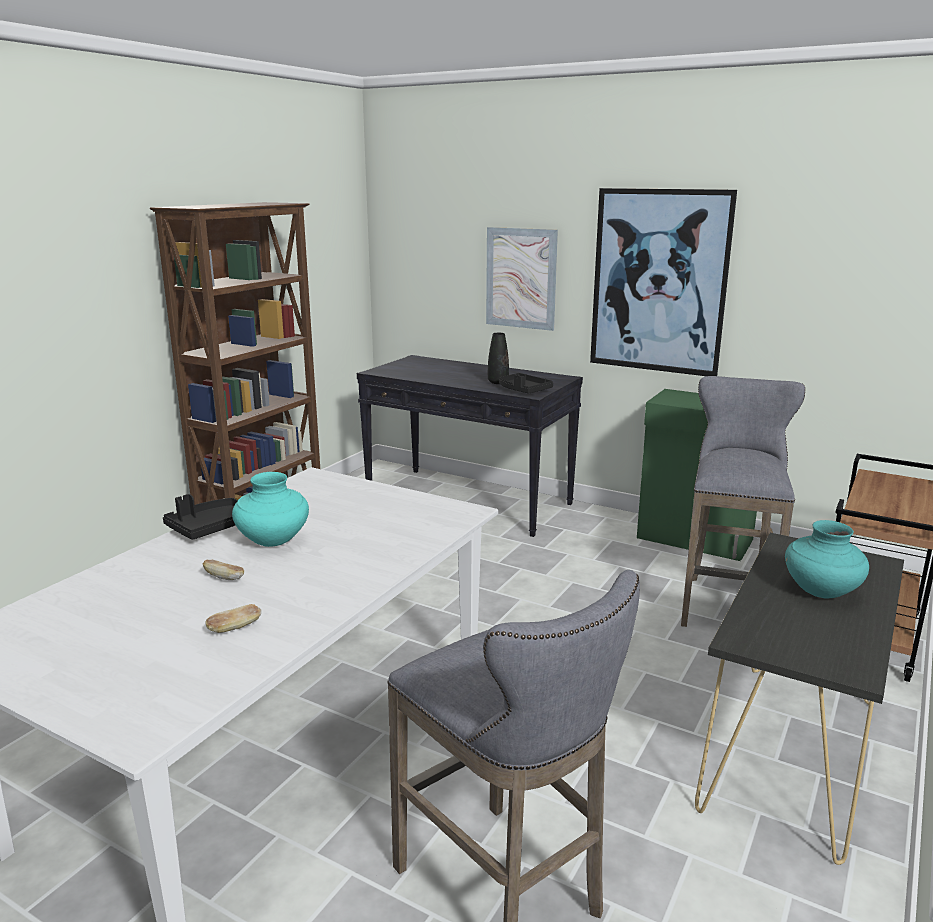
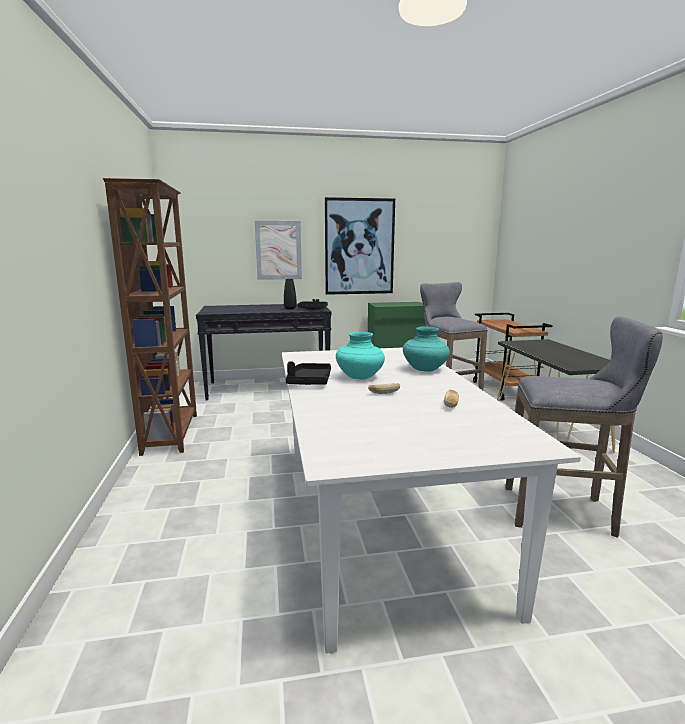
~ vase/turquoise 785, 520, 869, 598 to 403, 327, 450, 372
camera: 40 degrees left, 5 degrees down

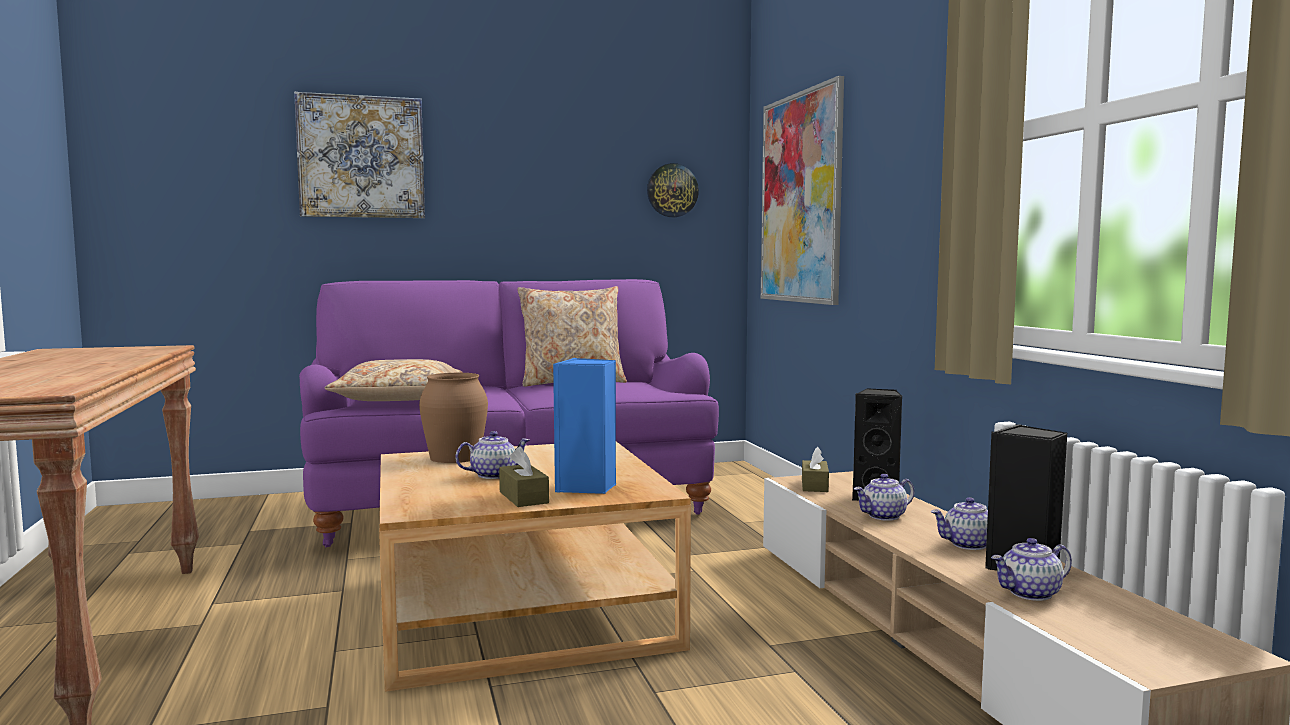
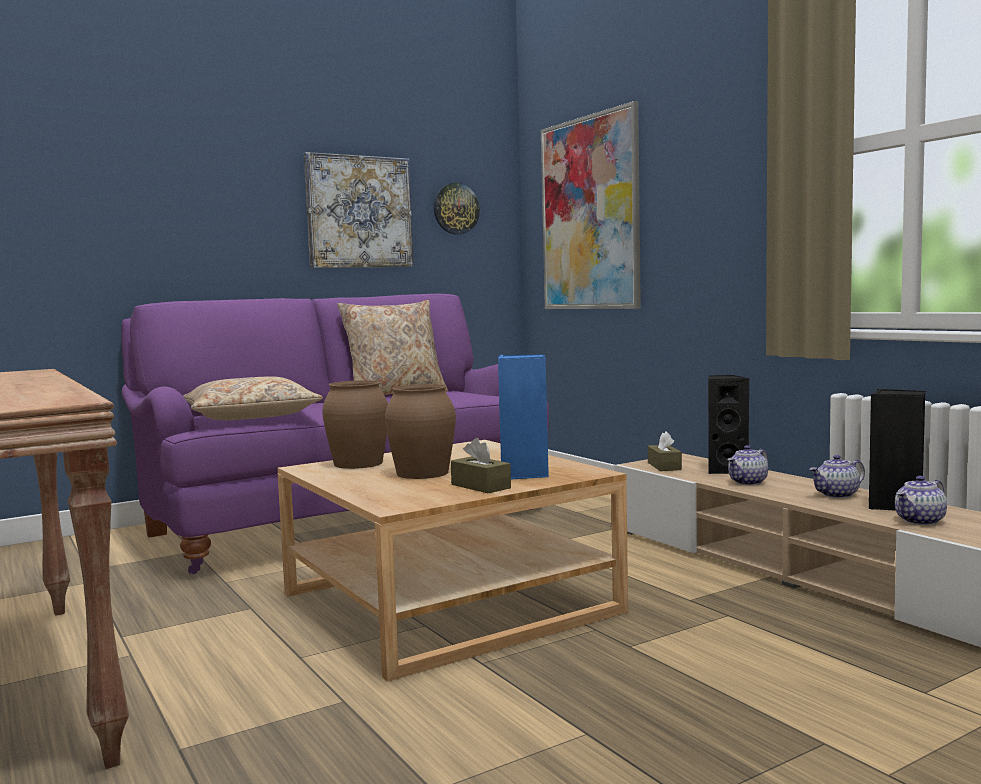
~ picture 294, 92, 425, 218 to 304, 152, 414, 268
~ teapot 455, 431, 530, 479 to vase/brown 385, 384, 456, 479
camera: 15 degrees left, 0 degrees up

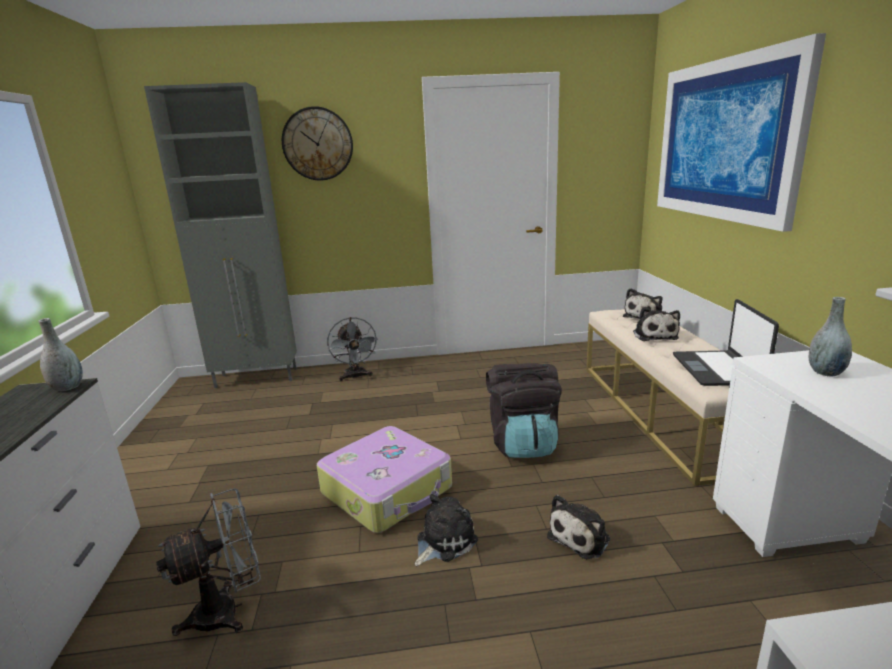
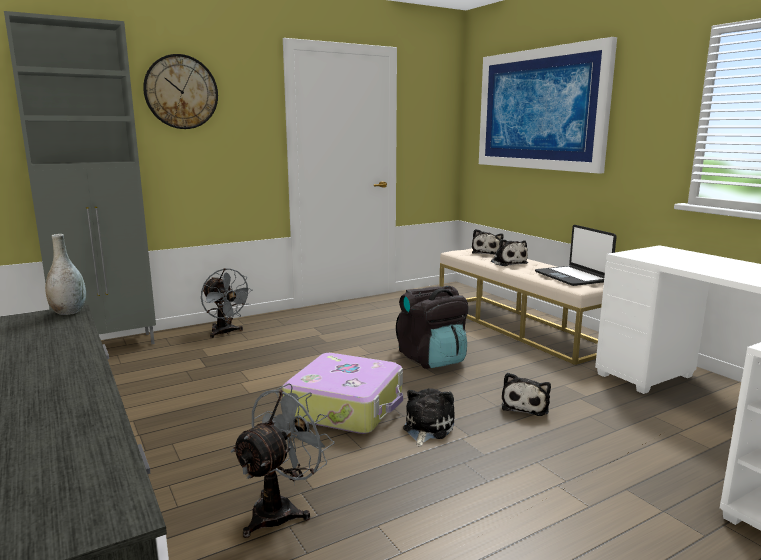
- vase/grey 809, 297, 852, 377
camera: 25 degrees left, 5 degrees down

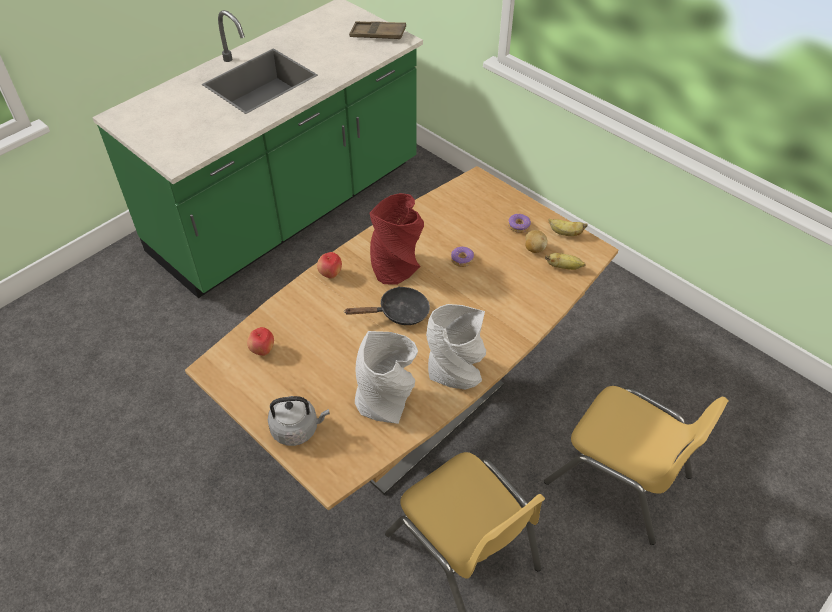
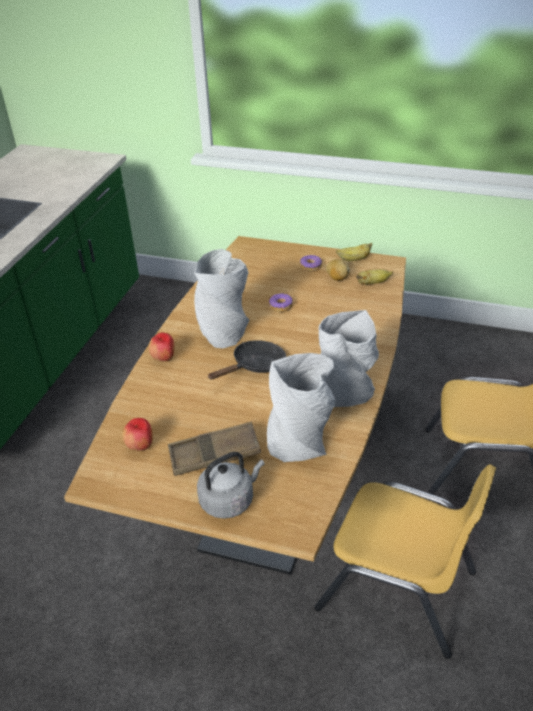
~ tray/brown 349, 21, 406, 39 to 168, 422, 261, 476
~ vase/red 370, 193, 424, 285 to vase/grey 194, 249, 249, 348
camera: 25 degrees left, 10 degrees down

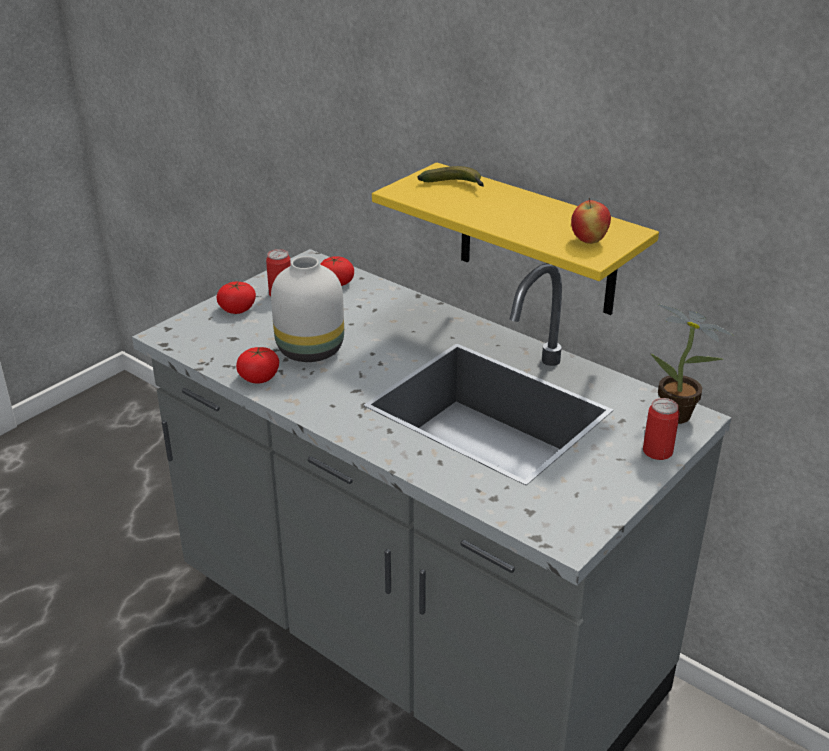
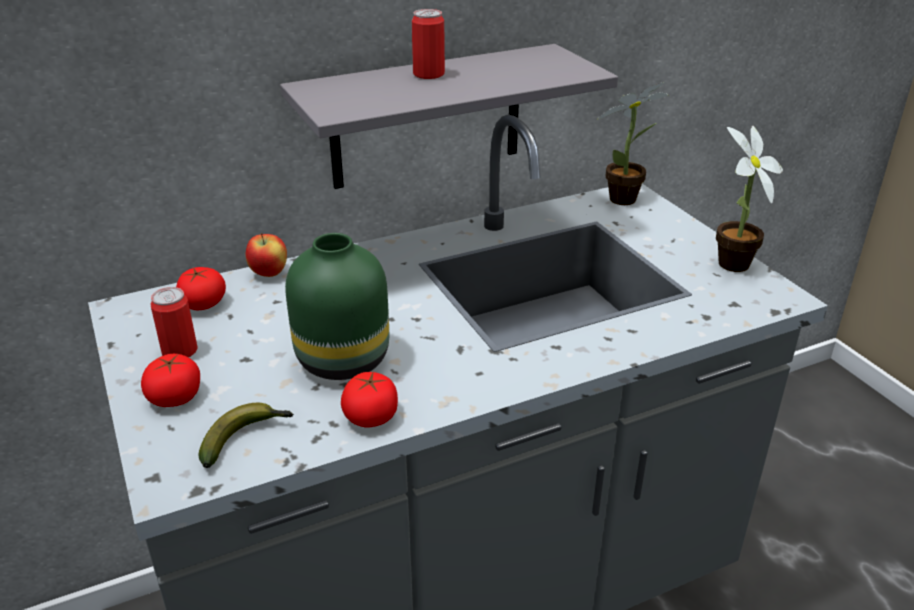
~ vase/white 271, 256, 344, 362 to vase/green 285, 233, 389, 380
~ shelf/yellow 372, 163, 659, 315 to shelf/grey 280, 44, 618, 189
~ banana 417, 166, 484, 187 to 198, 403, 294, 468
~ apple 571, 198, 611, 244 to 246, 233, 287, 277
~ can 643, 398, 680, 460 to 412, 9, 445, 79
+ potted plant 716, 125, 783, 272
camera: 65 degrees left, 0 degrees up

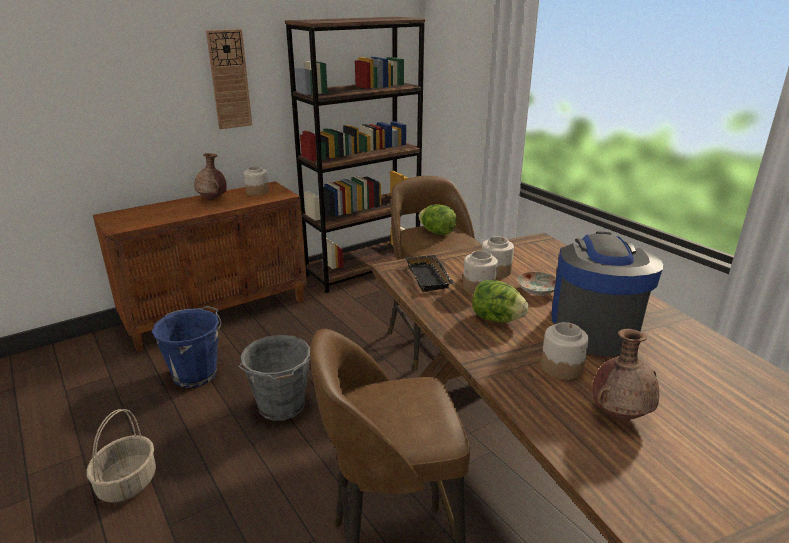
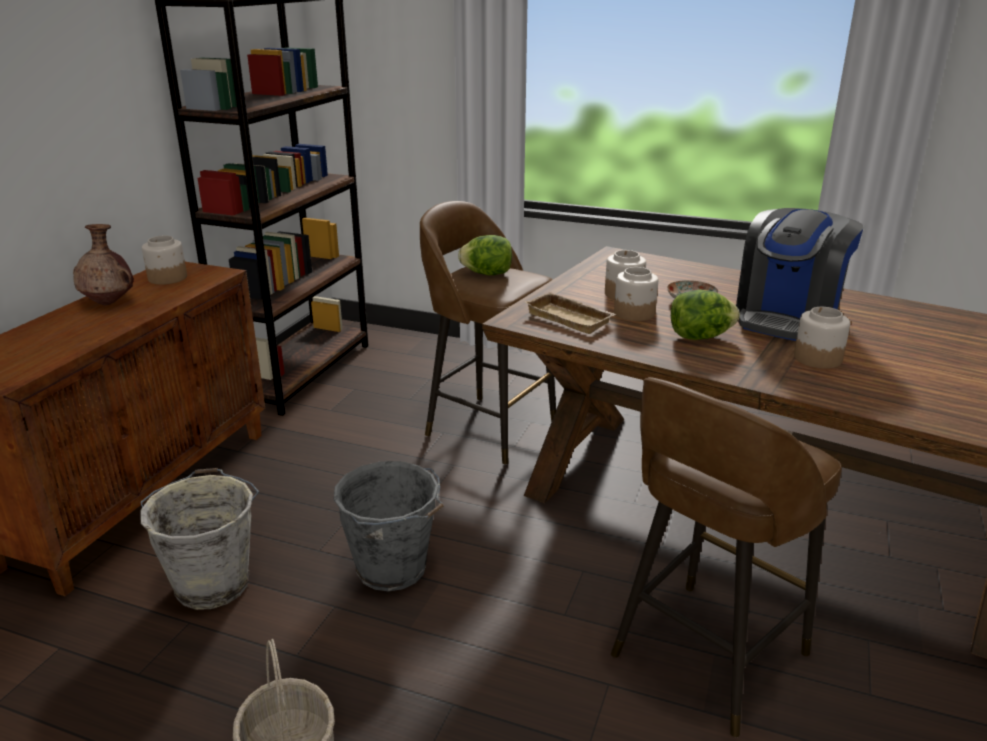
~ bucket/blue 152, 306, 222, 388 to bucket/grey 140, 468, 259, 610
- wall clock 206, 29, 252, 129
~ tray/black 405, 255, 454, 292 to tray/beige 525, 292, 616, 334
~ coffee machine 551, 231, 663, 356 = 736, 208, 864, 341 120 degrees counterclockwise
- vase/brown 592, 329, 659, 420
camera: 35 degrees left, 0 degrees up

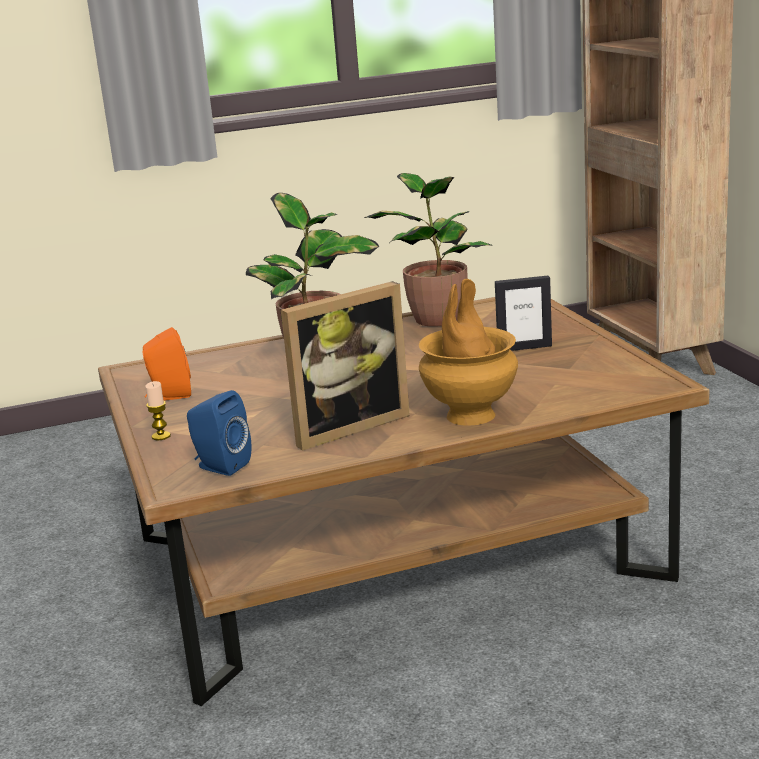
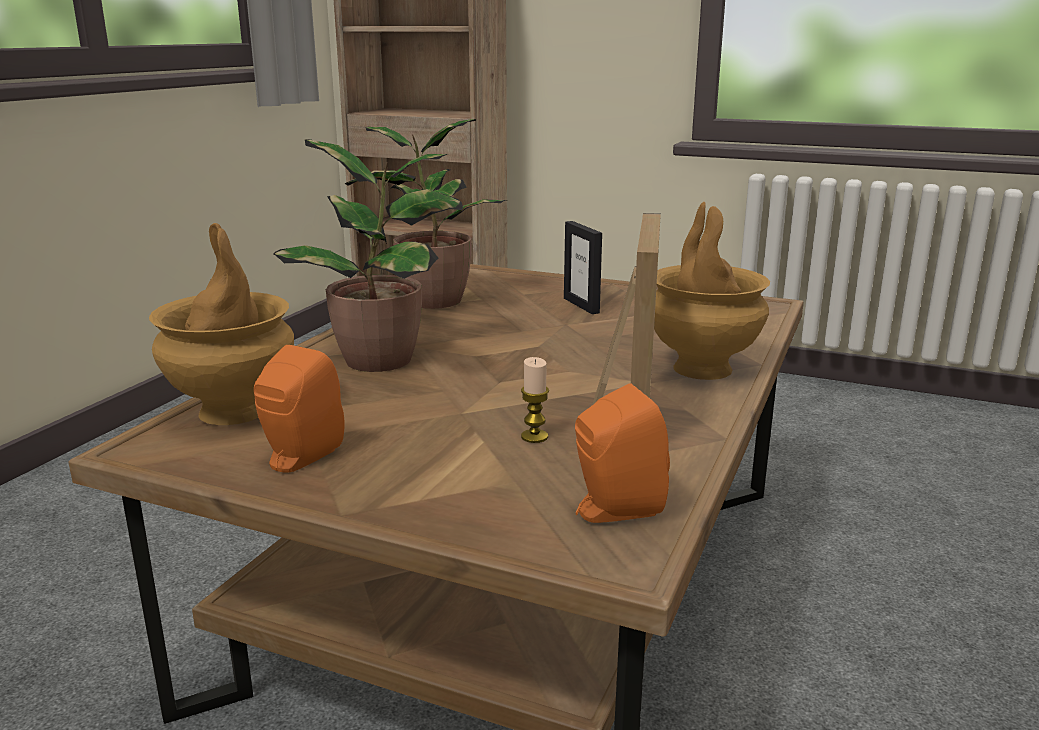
~ candle 145, 381, 171, 440 to 521, 357, 549, 443
~ speaker/blue 187, 390, 251, 476 to speaker/orange 575, 383, 670, 523
~ picture frame 495, 276, 552, 351 = 564, 221, 602, 314 120 degrees clockwise
+ vase/brown 149, 223, 294, 425
camera: 50 degrees left, 0 degrees up

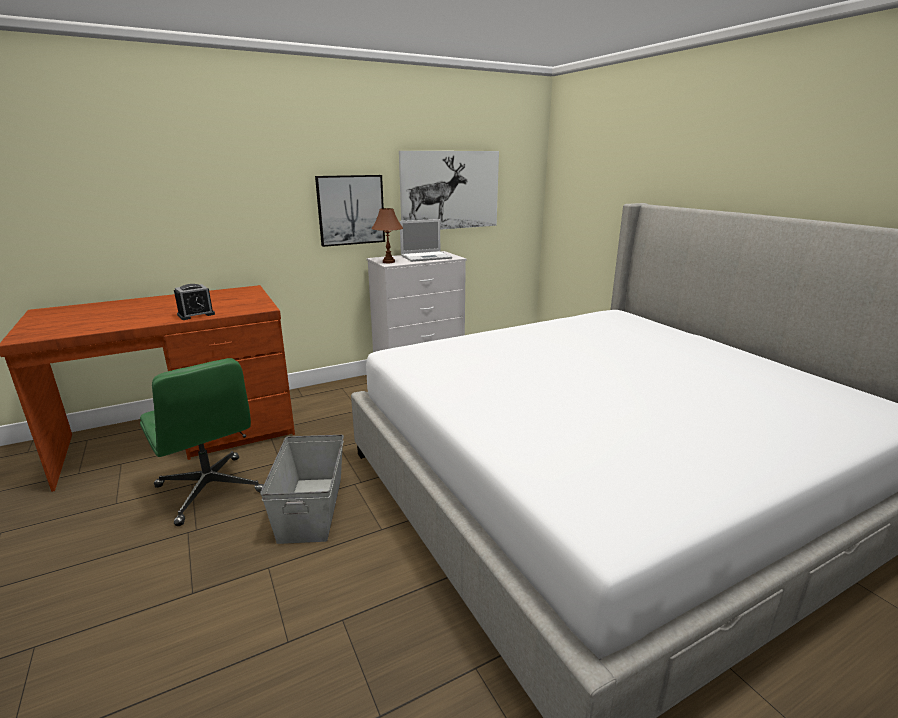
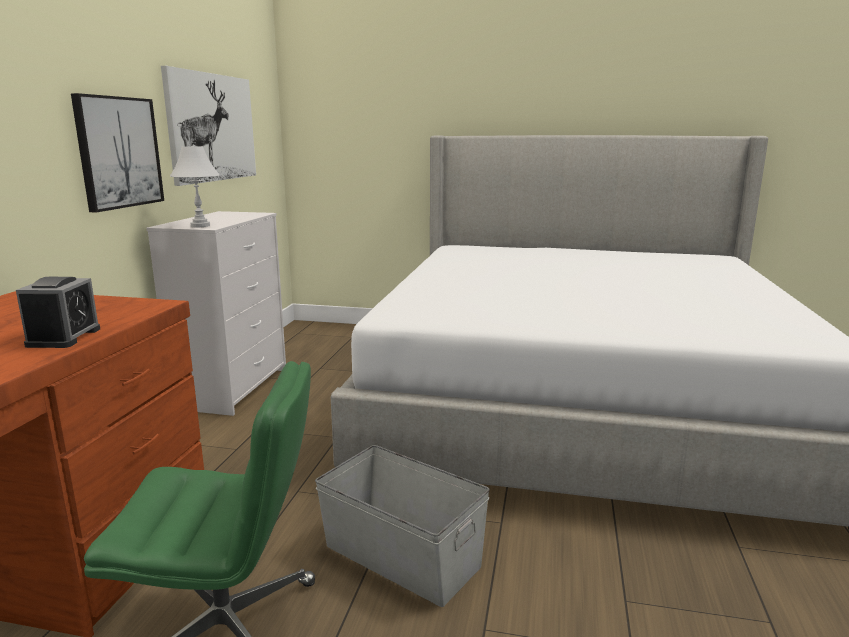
~ table lamp/brown 371, 208, 403, 263 to table lamp/white 170, 146, 220, 227
- laptop 400, 219, 452, 262
camera: 50 degrees left, 5 degrees down

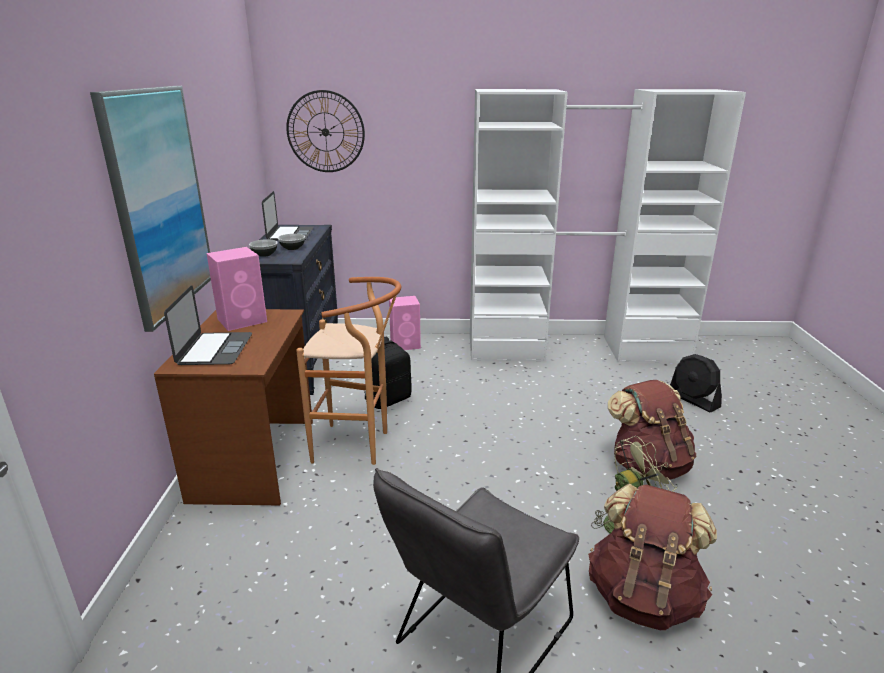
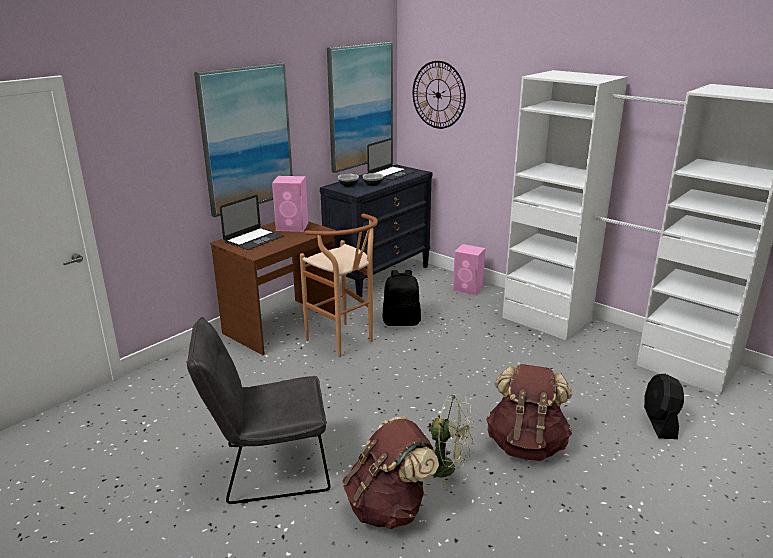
+ picture 327, 41, 393, 173
camera: 40 degrees right, 0 degrees up

